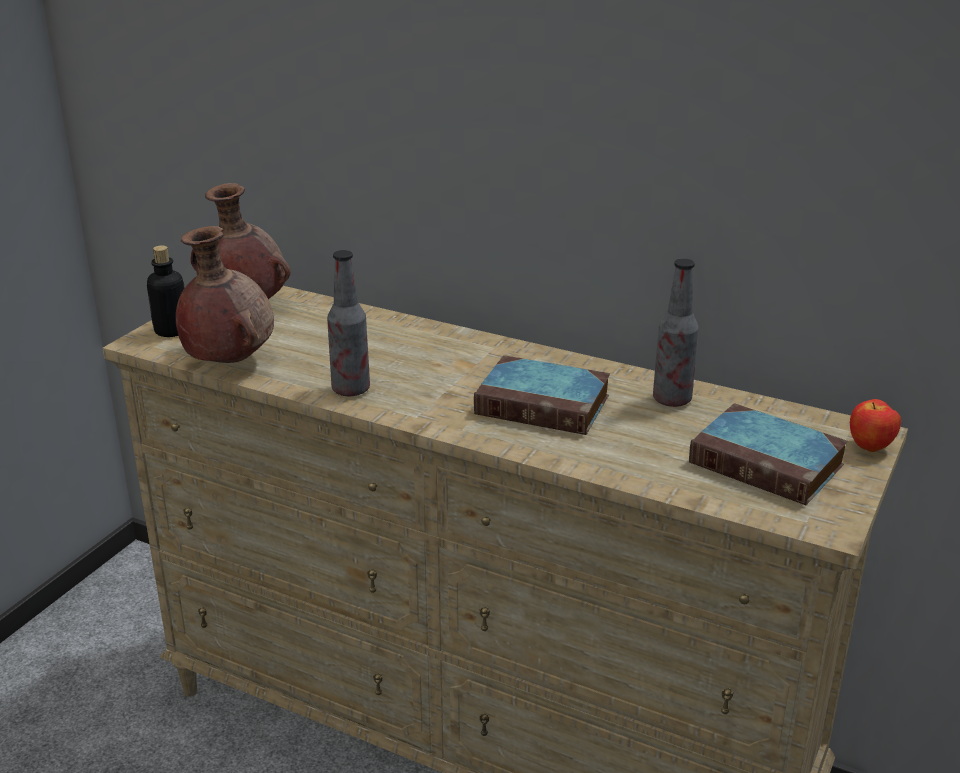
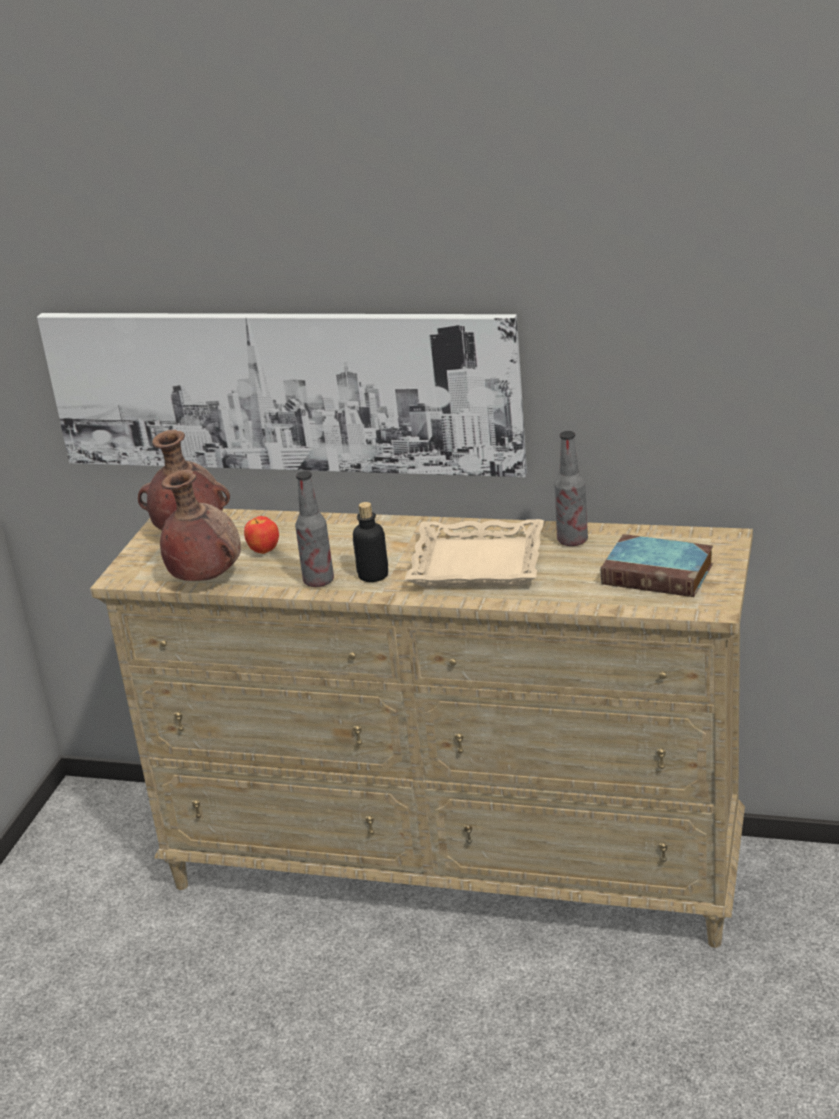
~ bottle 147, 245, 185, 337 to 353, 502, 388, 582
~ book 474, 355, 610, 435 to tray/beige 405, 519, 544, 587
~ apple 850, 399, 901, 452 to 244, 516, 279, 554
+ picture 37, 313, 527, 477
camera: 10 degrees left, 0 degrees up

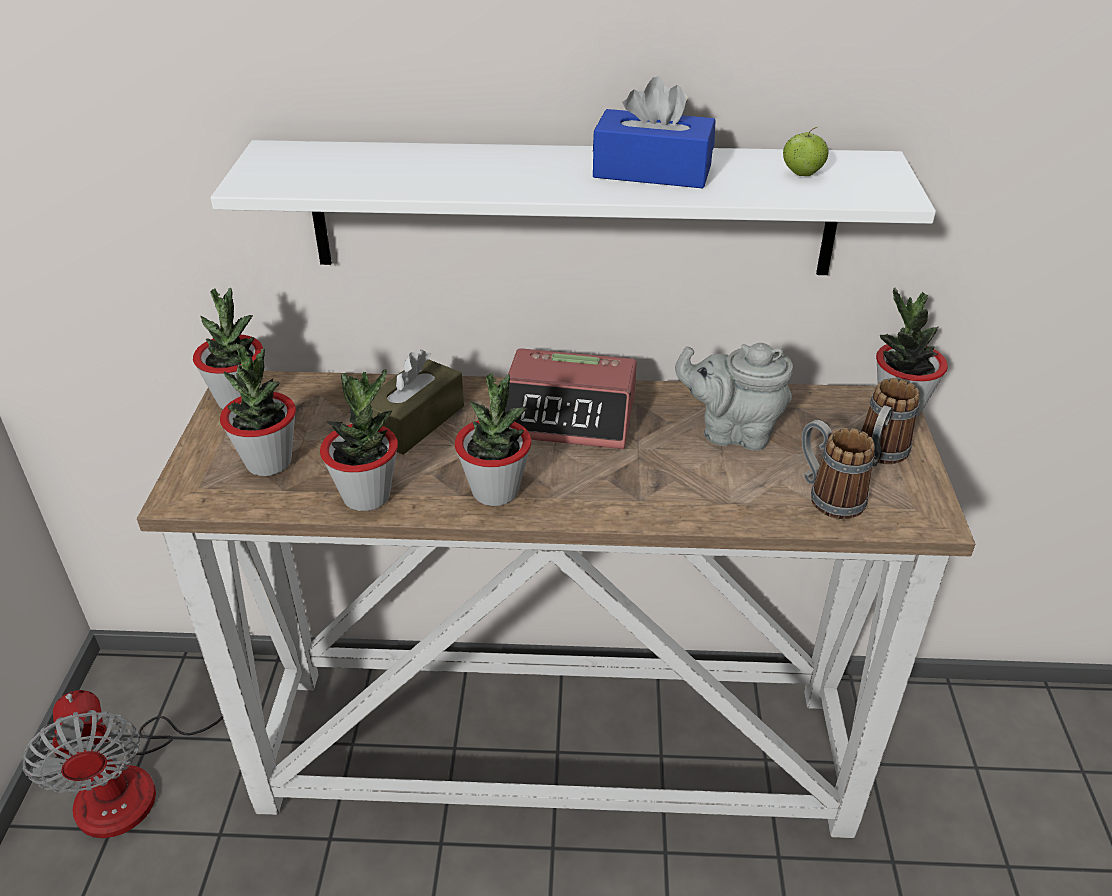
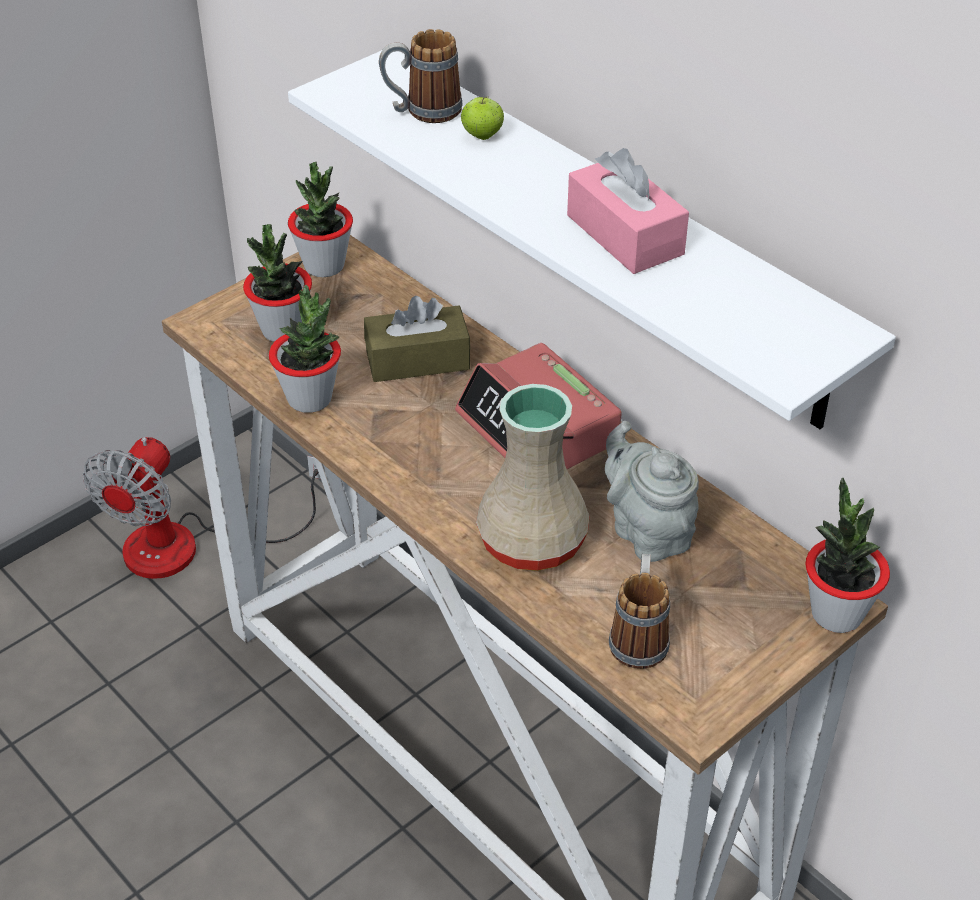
- potted plant 455, 373, 532, 506
~ tissue box/blue 593, 77, 716, 188 to tissue box/pink 567, 148, 689, 274
~ apple 783, 126, 829, 176 to 461, 97, 504, 140
~ mug 860, 378, 920, 466 to 379, 29, 463, 123
+ vase/beige 476, 384, 589, 571
camera: 45 degrees right, 5 degrees up

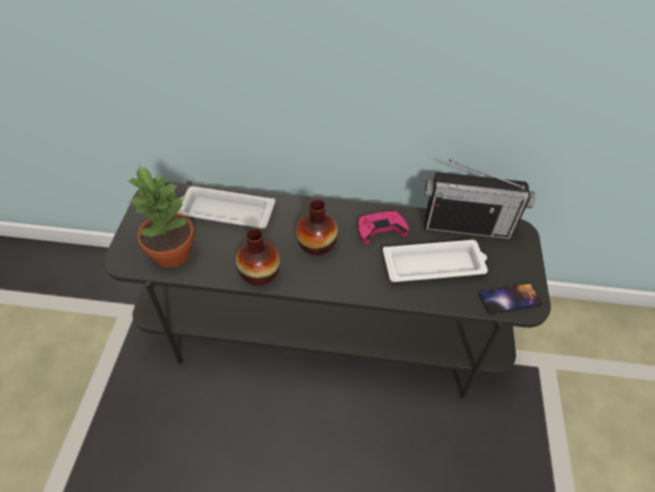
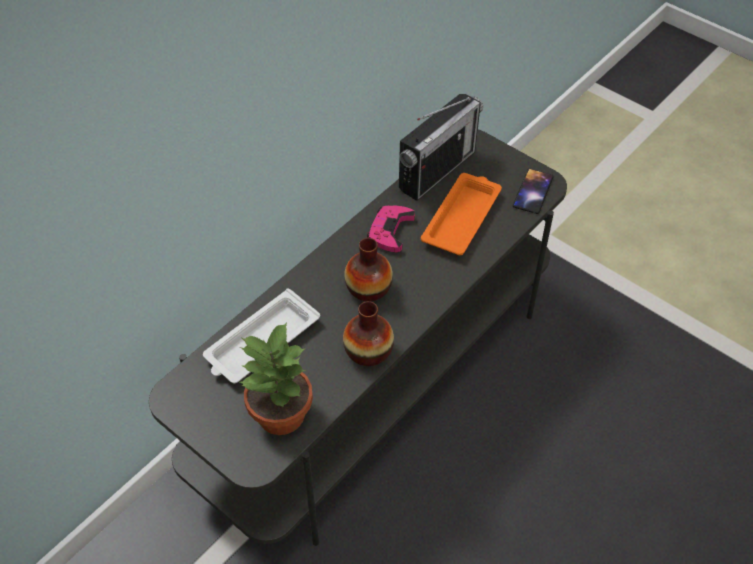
~ tray/white 383, 240, 488, 282 to tray/orange 421, 173, 502, 255
camera: 55 degrees left, 0 degrees up

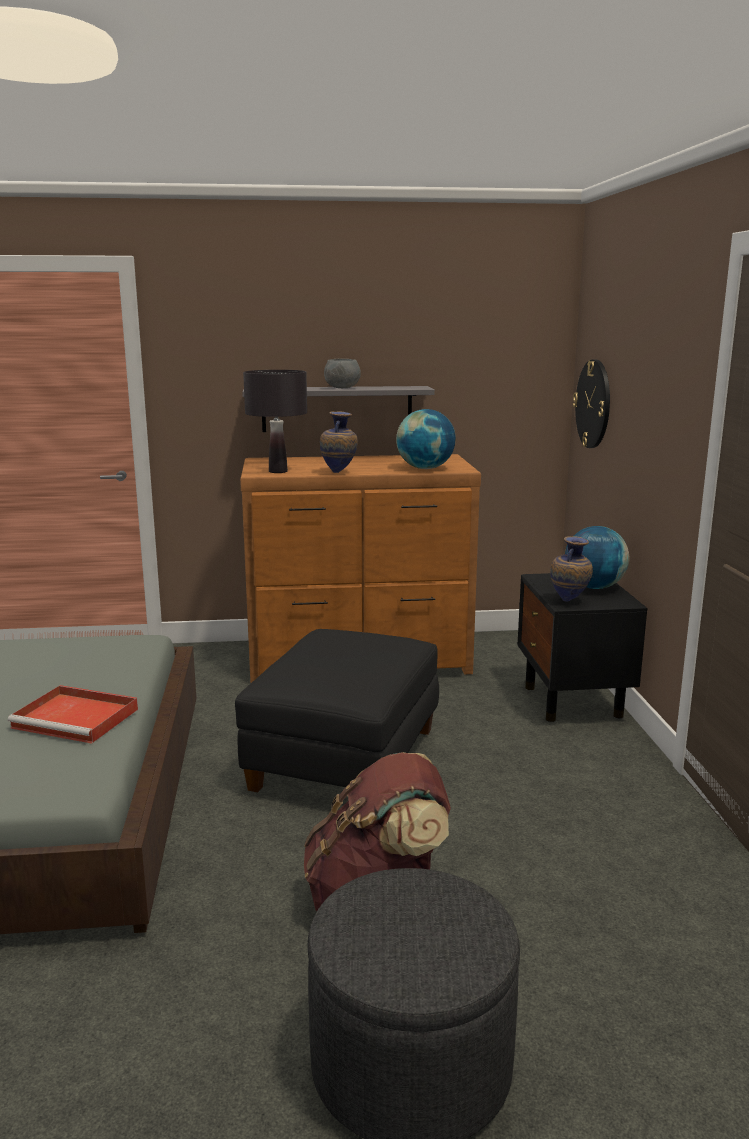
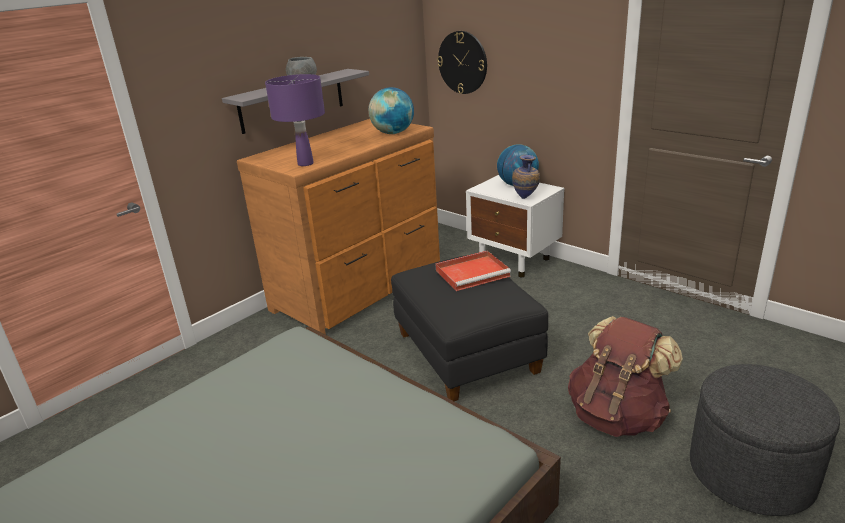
~ tray/red 8, 685, 138, 744 to 435, 251, 511, 291
~ table lamp/black 243, 370, 307, 473 to table lamp/purple 265, 74, 325, 166
- vase 320, 411, 358, 473
~ nightstand/black 518, 573, 648, 722 to nightstand/white 466, 175, 564, 278
camera: 40 degrees left, 10 degrees up

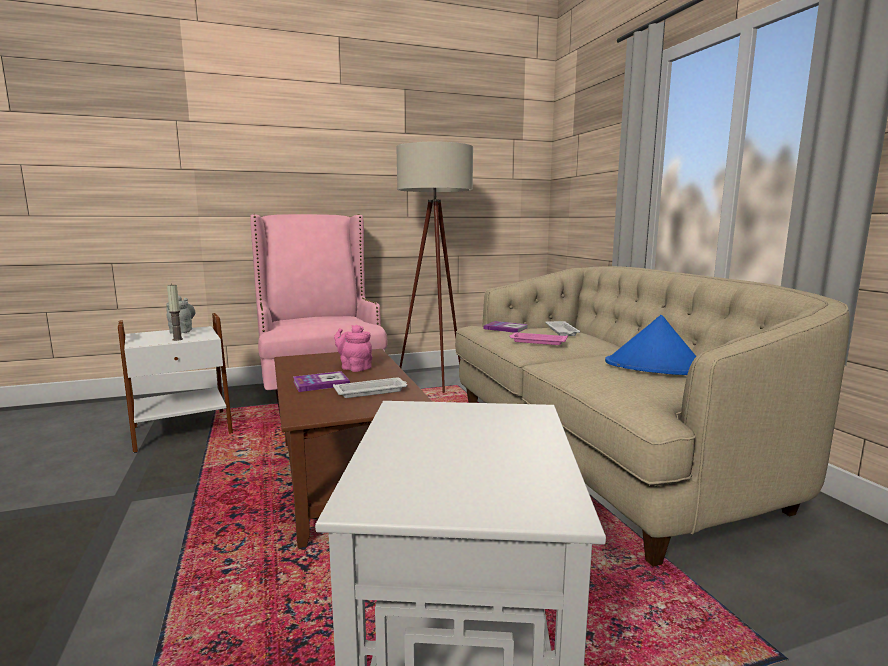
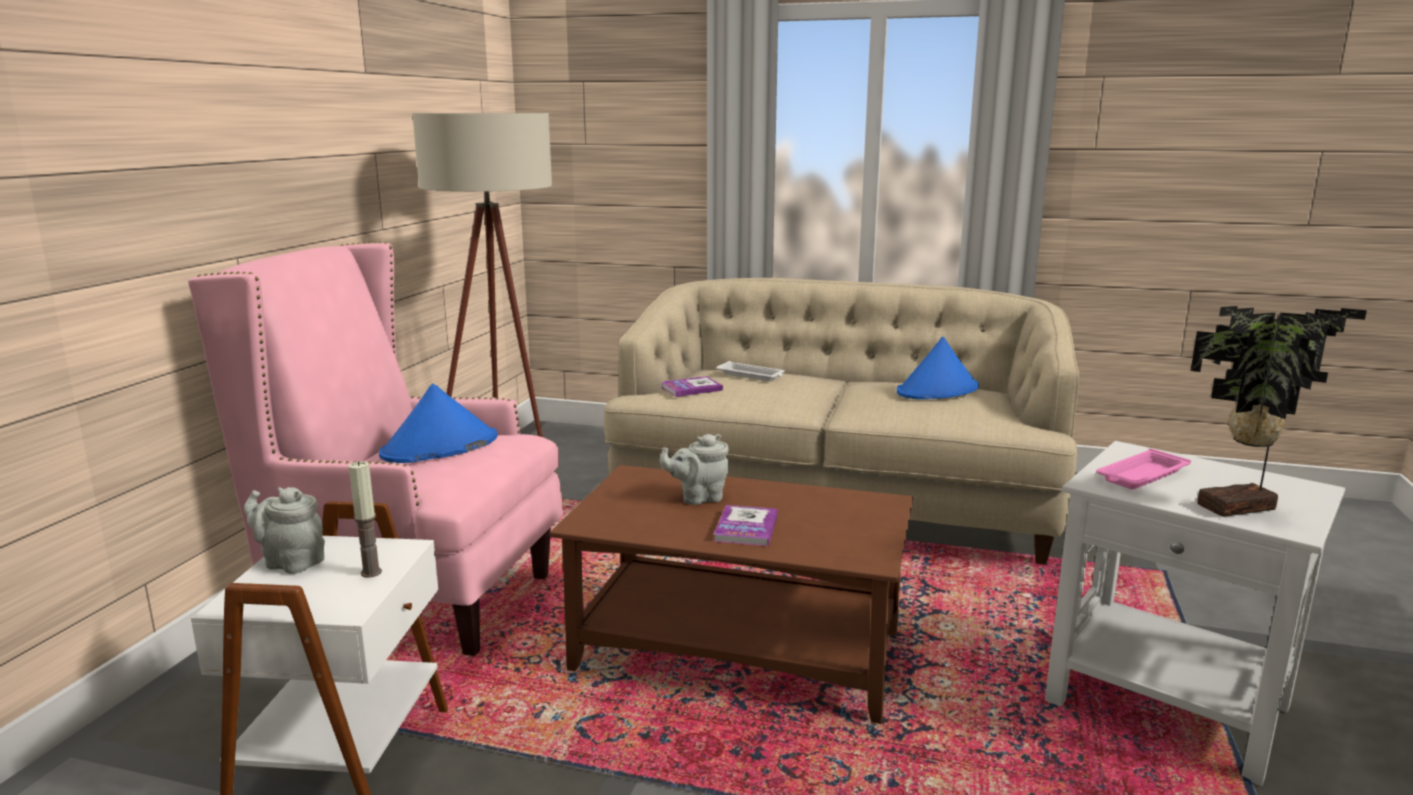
- tray/white 333, 378, 407, 398
~ teapot/pink 334, 325, 372, 372 to teapot/grey 660, 434, 729, 505
~ tray/pink 509, 333, 568, 345 to 1096, 449, 1191, 489
+ hat/blue 379, 384, 498, 463
+ potted plant 1191, 306, 1367, 517
camera: 55 degrees left, 5 degrees up

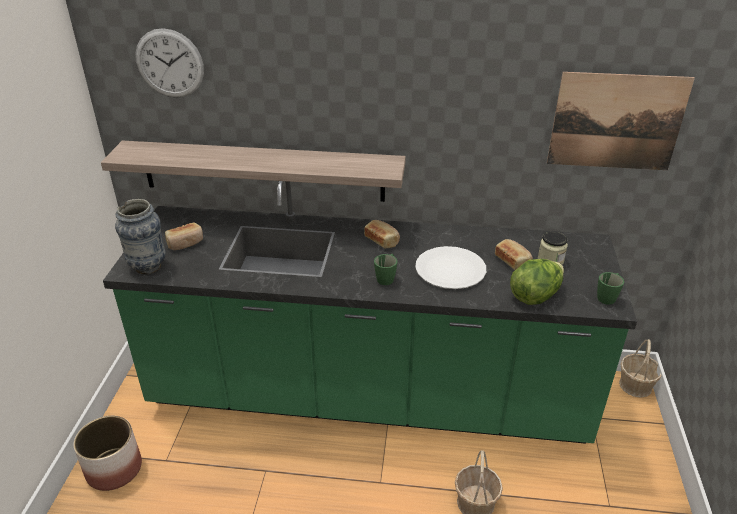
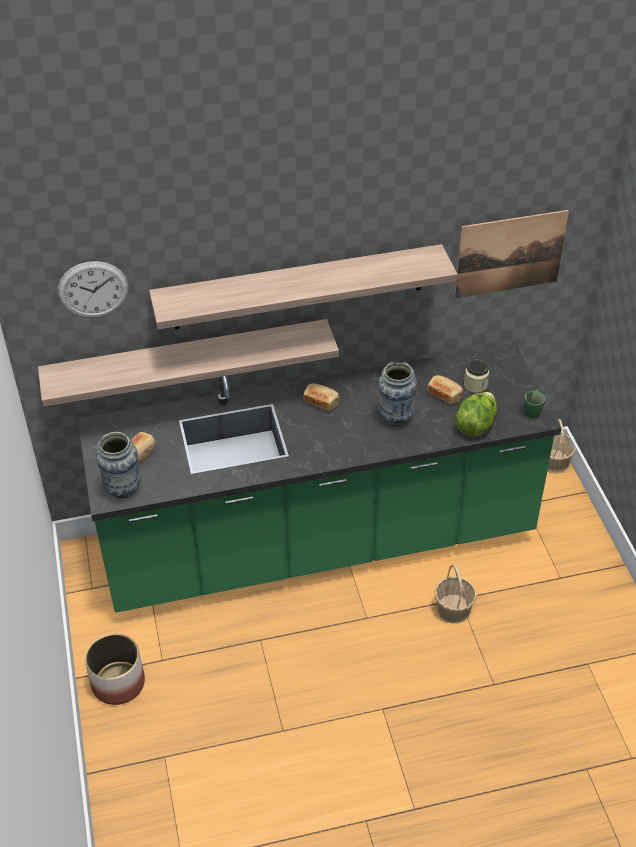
- mug/green 374, 254, 398, 285
~ plate/white 415, 246, 486, 289 to vase 378, 362, 417, 426
+ shelf 149, 244, 458, 329
camera: 20 degrees left, 10 degrees up

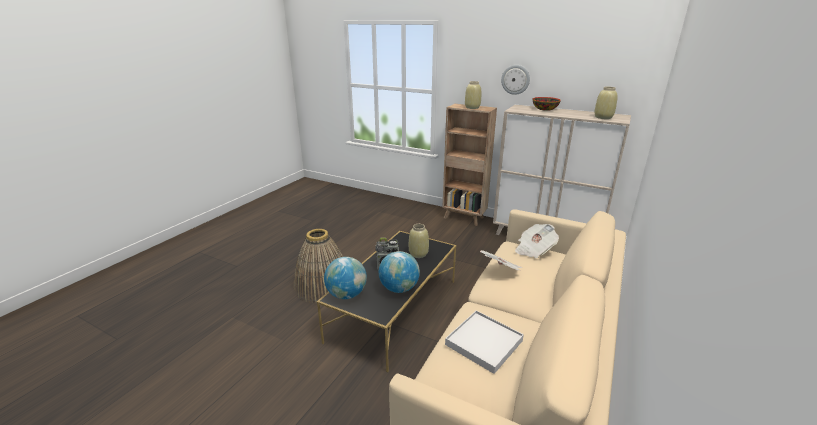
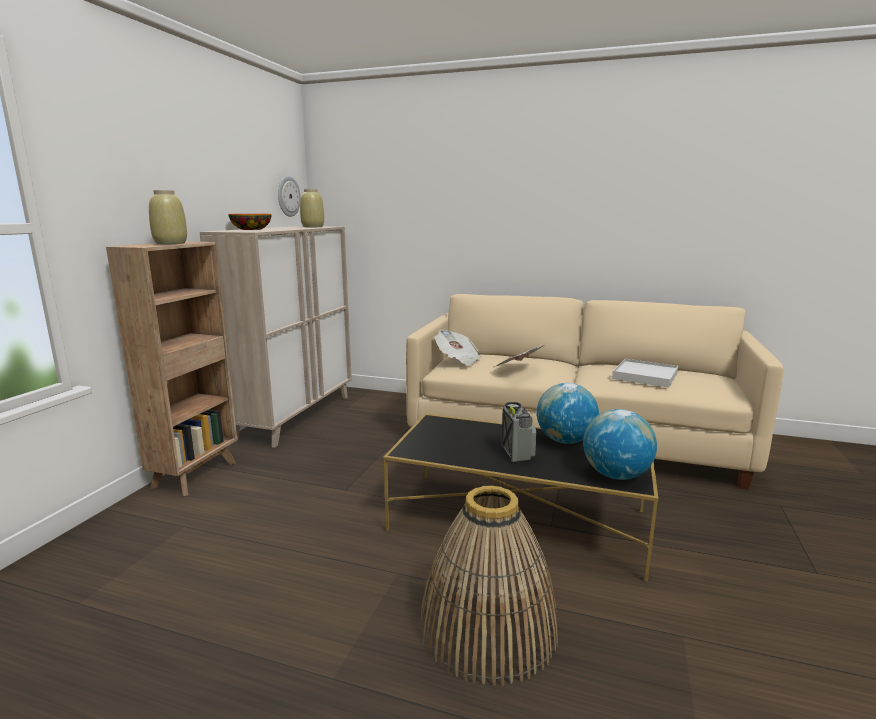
- vase/beige 409, 224, 429, 258
~ wall clock 501, 65, 530, 95 to 278, 176, 301, 217
camera: 100 degrees left, 10 degrees down

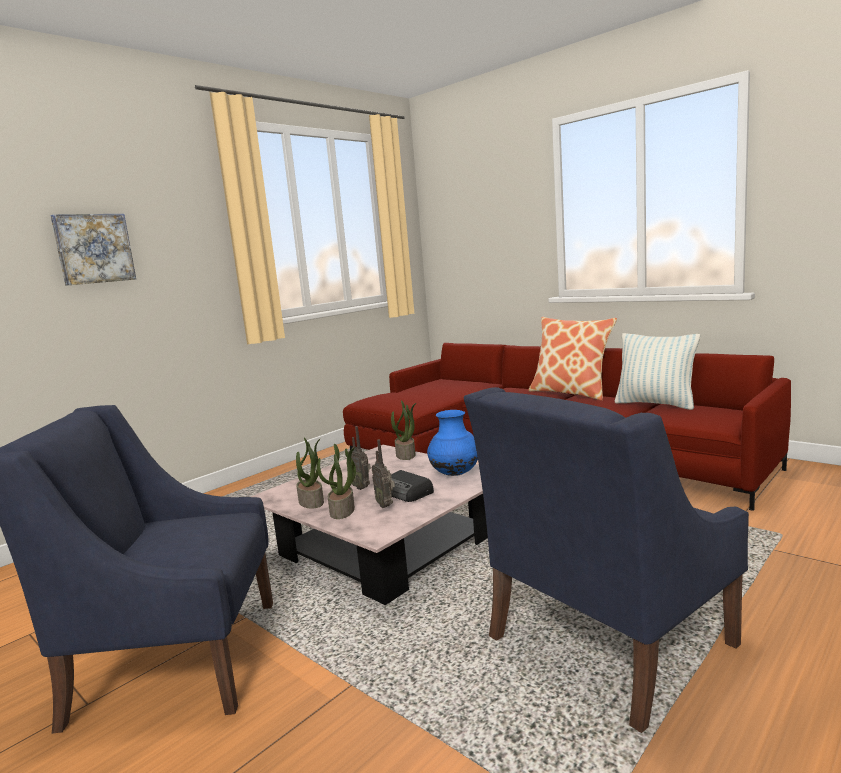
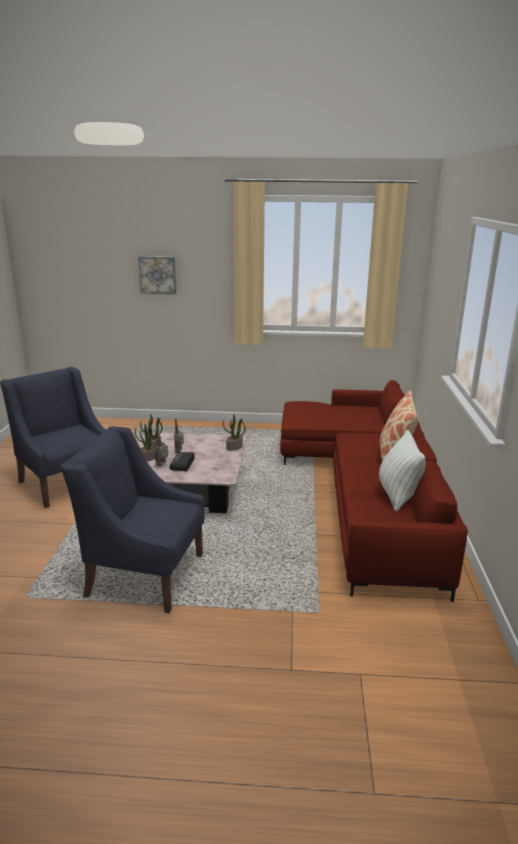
- vase/blue 427, 410, 478, 476
camera: 50 degrees right, 10 degrees up

